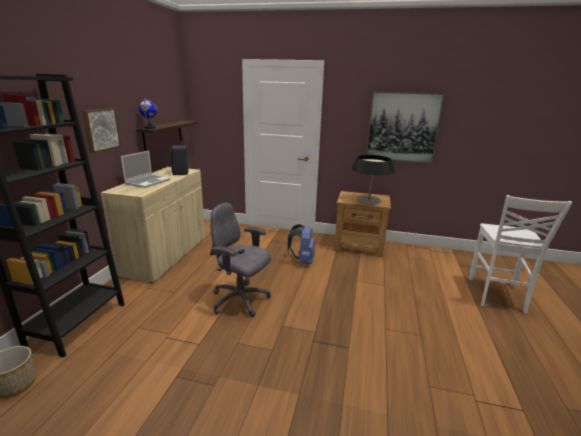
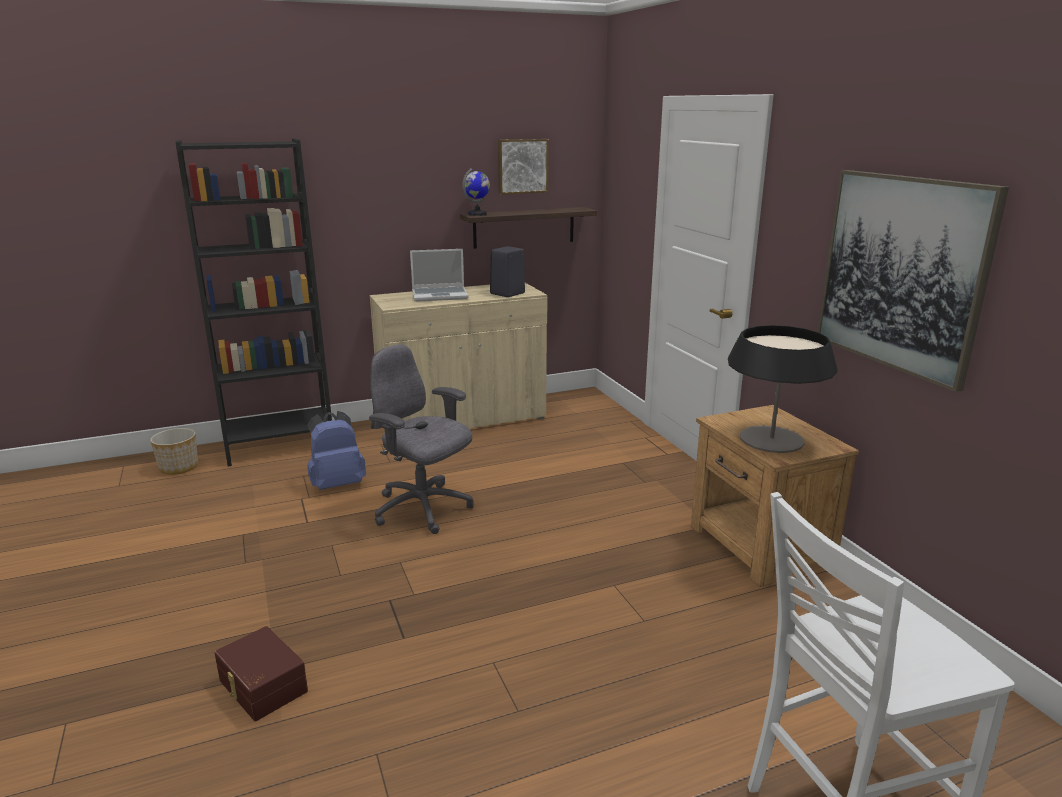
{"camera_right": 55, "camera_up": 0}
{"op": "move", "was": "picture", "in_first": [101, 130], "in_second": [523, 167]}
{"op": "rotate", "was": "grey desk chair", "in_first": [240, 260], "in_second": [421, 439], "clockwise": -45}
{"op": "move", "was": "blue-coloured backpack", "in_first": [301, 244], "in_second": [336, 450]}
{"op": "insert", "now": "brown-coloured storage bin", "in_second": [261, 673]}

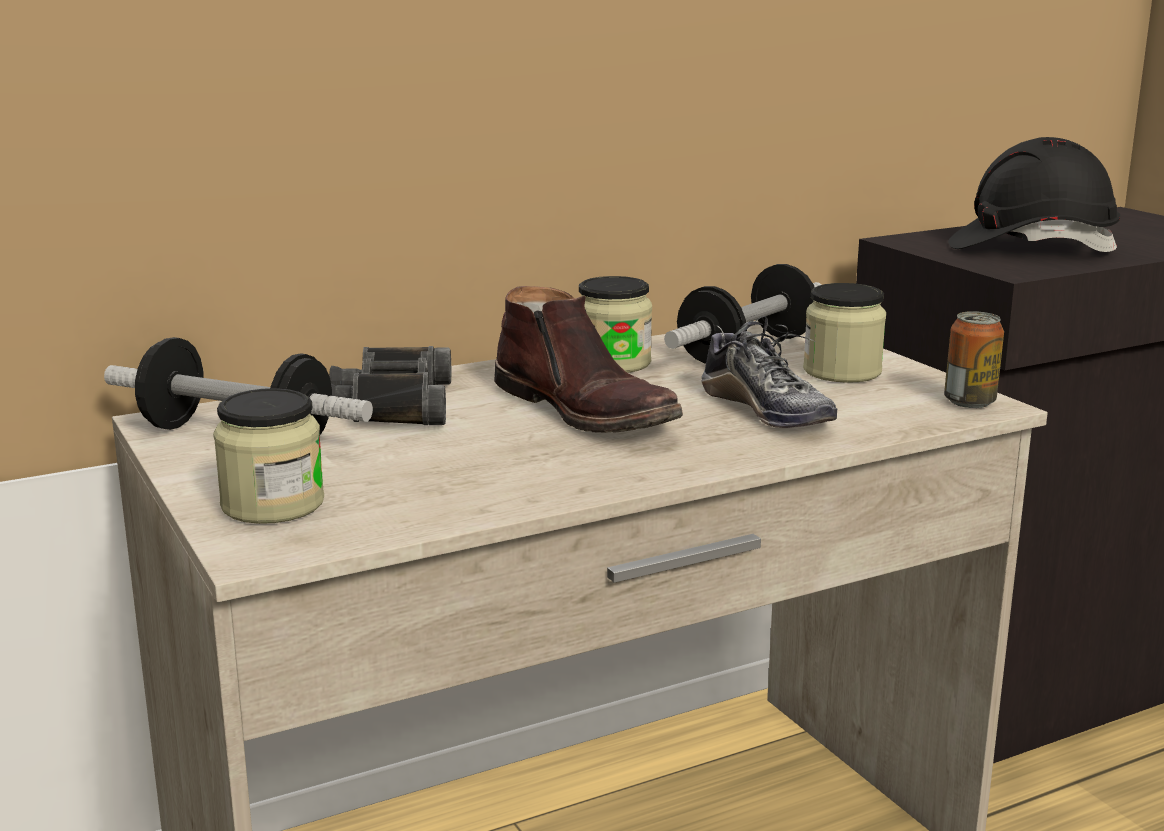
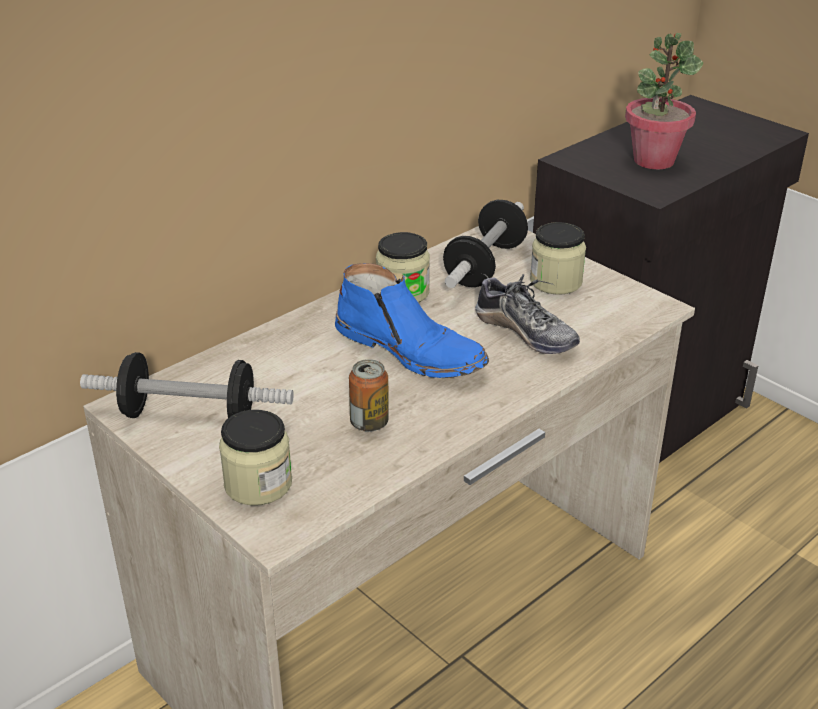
{"camera_right": -15, "camera_up": 15}
{"op": "replace", "was": "black-coloured work helmet", "now": "plant in a pot", "in_first": [1034, 194], "in_second": [664, 101]}
{"op": "recolor", "was": "brown-coloured high-top boot", "now": "blue-coloured high-top boot", "in_first": [588, 359], "in_second": [412, 320]}
{"op": "move", "was": "metal can", "in_first": [974, 359], "in_second": [369, 395]}
{"op": "delete", "was": "black-coloured binoculars", "in_first": [390, 385]}

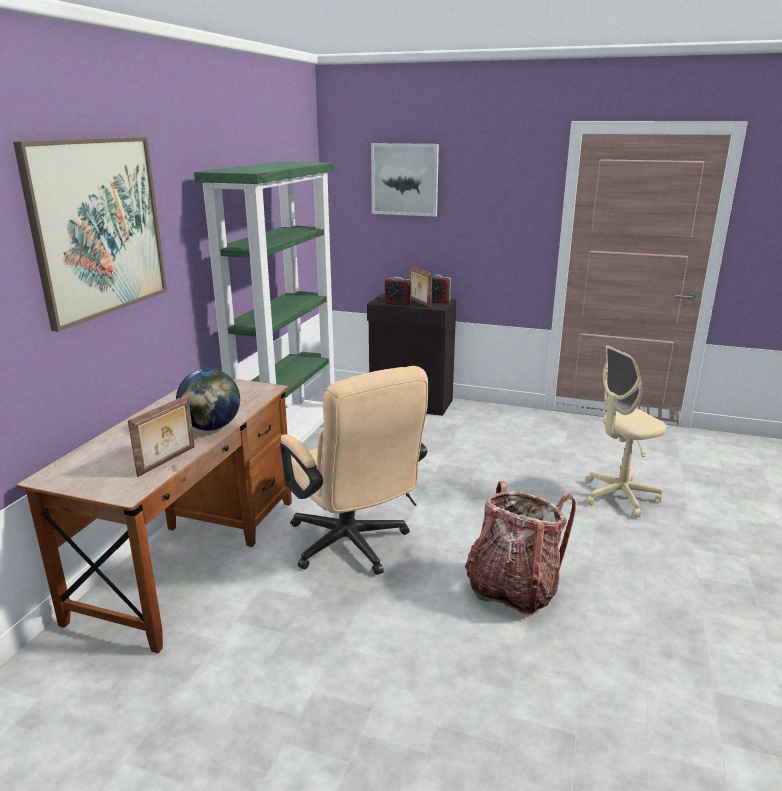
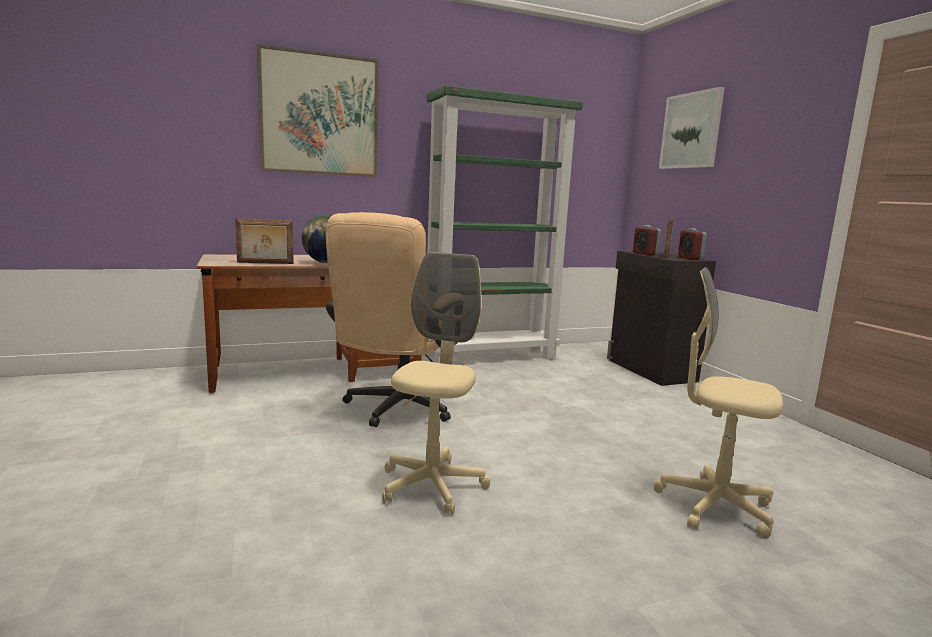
{"camera_right": 50, "camera_up": -10}
{"op": "replace", "was": "backpack", "now": "sand-coloured desk chair", "in_first": [520, 548], "in_second": [436, 383]}

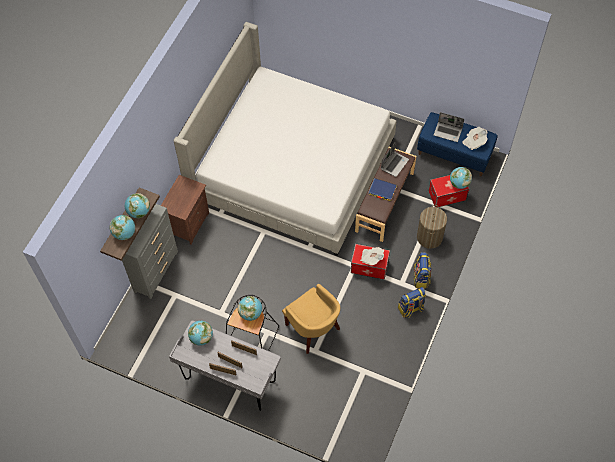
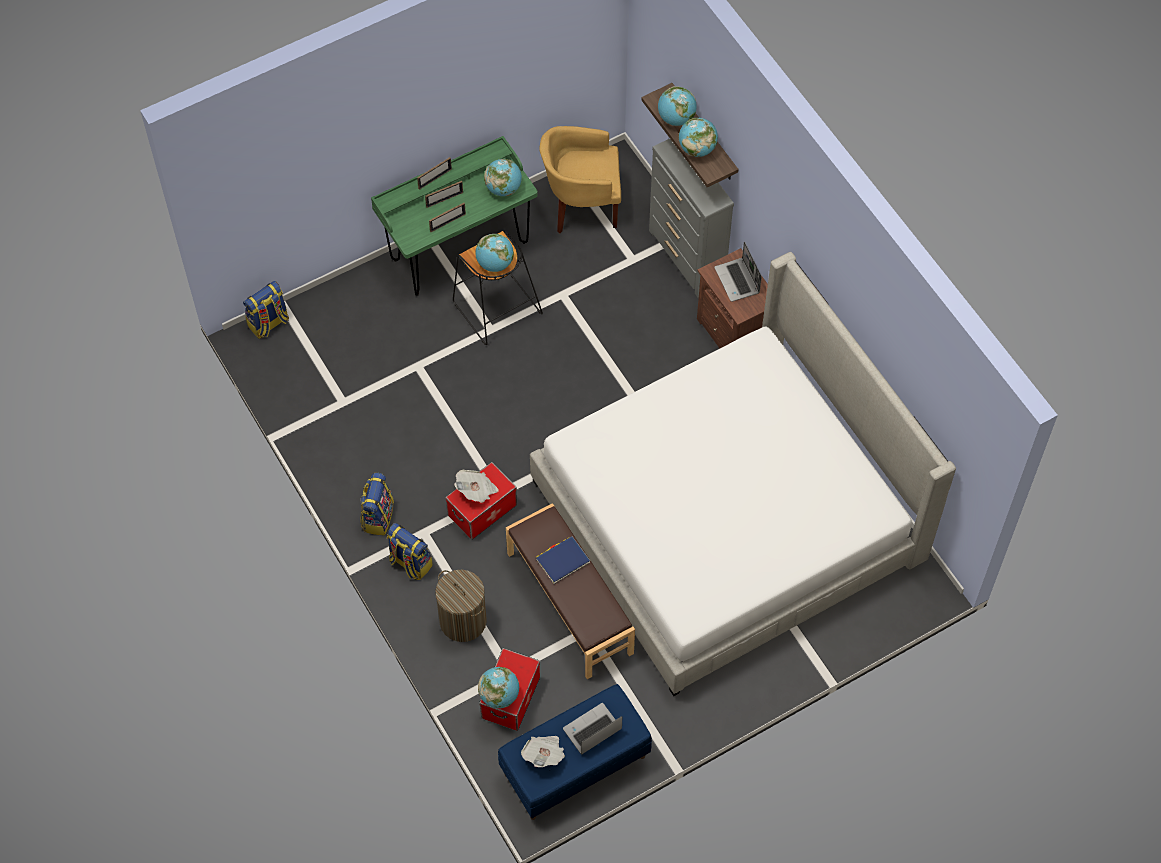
{"camera_right": 125, "camera_up": 0}
{"op": "move", "was": "laptop", "in_first": [395, 160], "in_second": [738, 272]}
{"op": "move", "was": "yellow-coloured lounge chair", "in_first": [311, 319], "in_second": [580, 179]}
{"op": "recolor", "was": "grey desk table", "now": "green desk table", "in_first": [225, 365], "in_second": [454, 216]}
{"op": "insert", "now": "backpack", "in_second": [266, 310]}

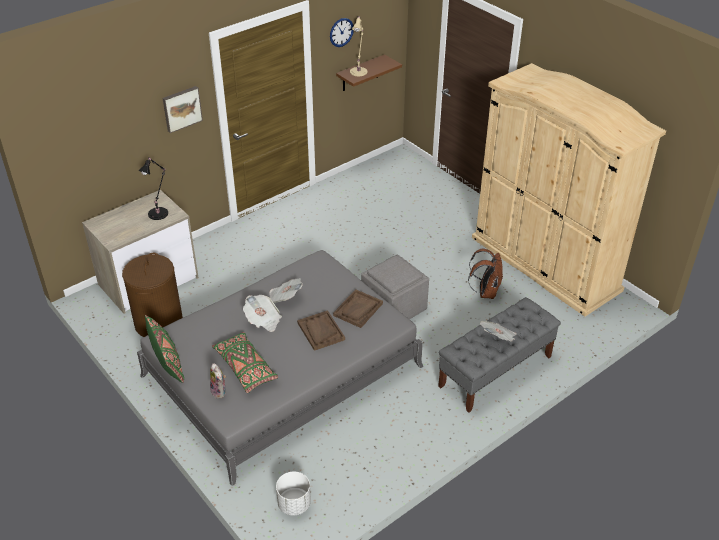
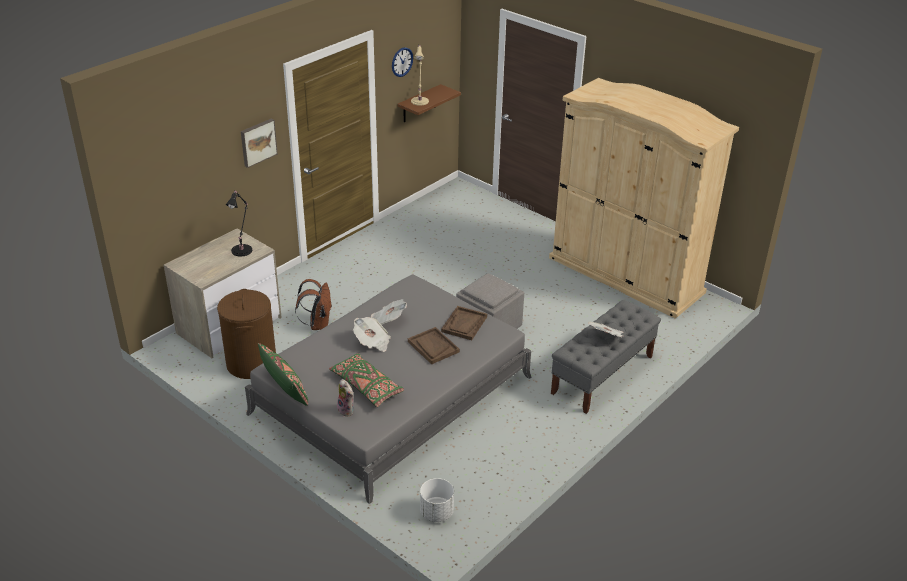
{"camera_right": -10, "camera_up": -5}
{"op": "move", "was": "brown-coloured backpack", "in_first": [485, 274], "in_second": [313, 304]}

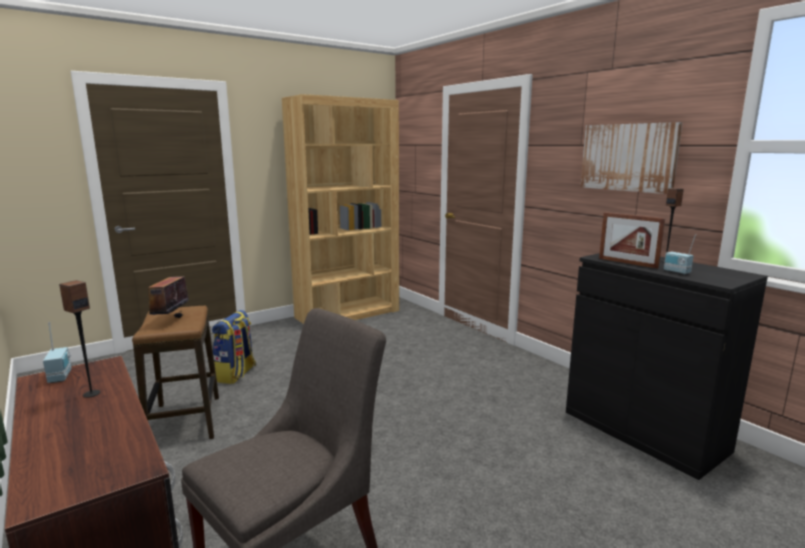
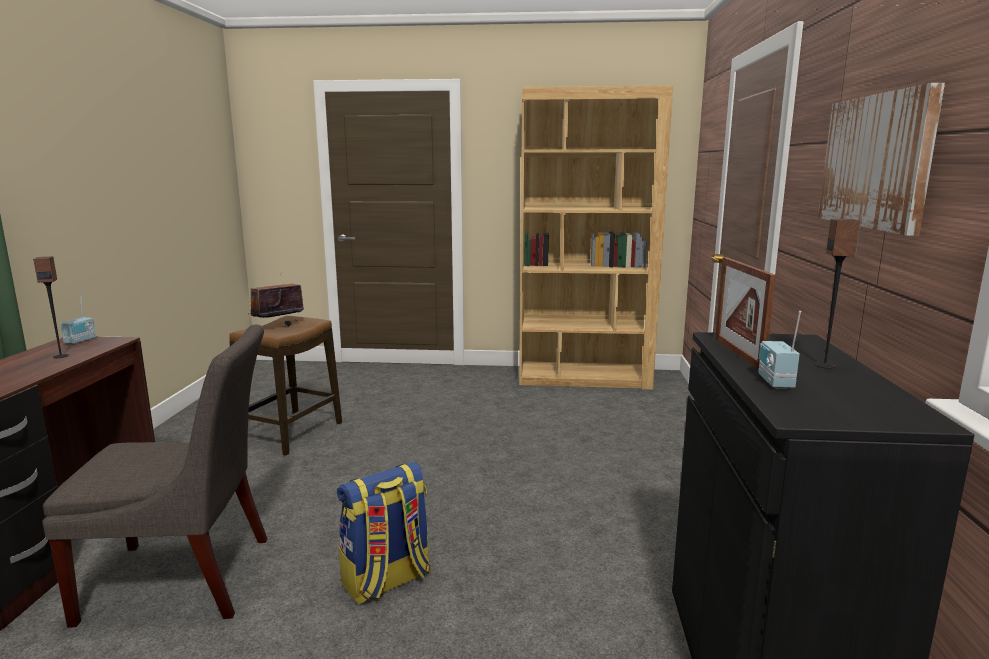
{"camera_right": 40, "camera_up": 0}
{"op": "move", "was": "backpack", "in_first": [234, 347], "in_second": [383, 533]}

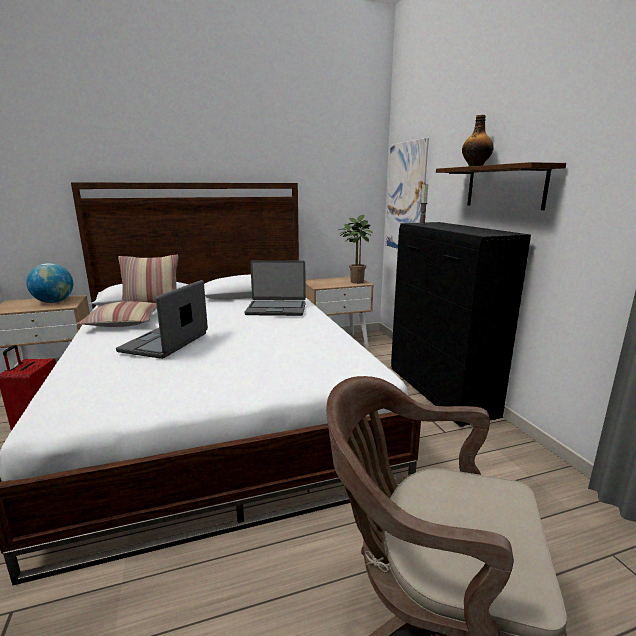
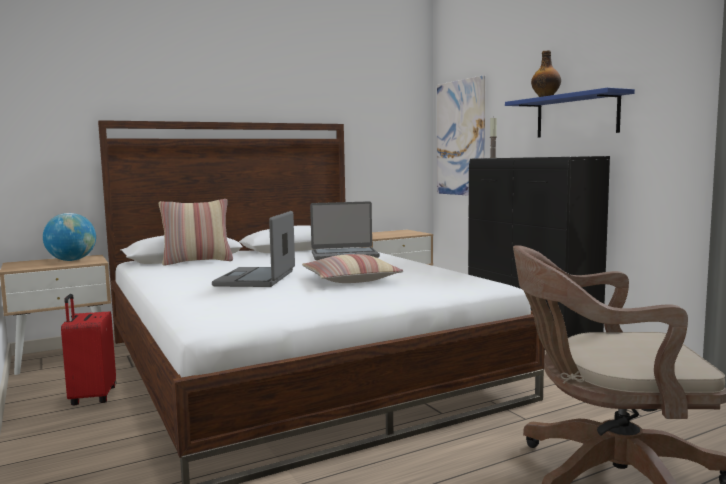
{"camera_right": -10, "camera_up": -10}
{"op": "recolor", "was": "brown-coloured bracket shelf", "now": "blue-coloured bracket shelf", "in_first": [501, 186], "in_second": [570, 113]}
{"op": "delete", "was": "plant in a pot", "in_first": [356, 249]}
{"op": "move", "was": "cushion", "in_first": [116, 314], "in_second": [352, 268]}

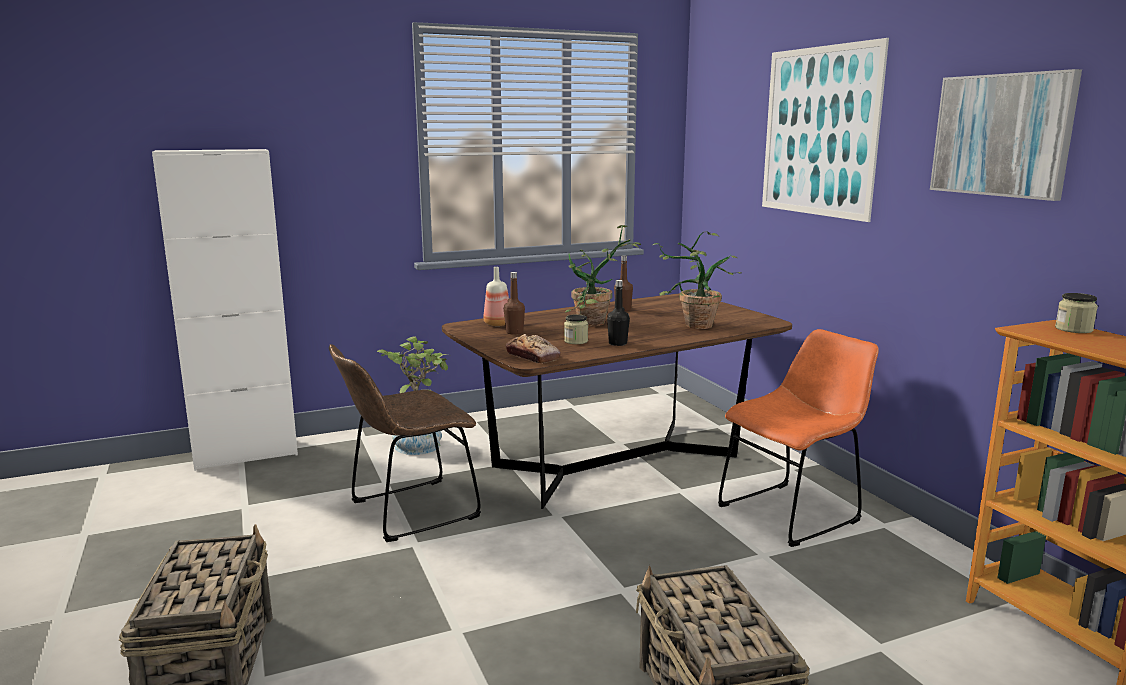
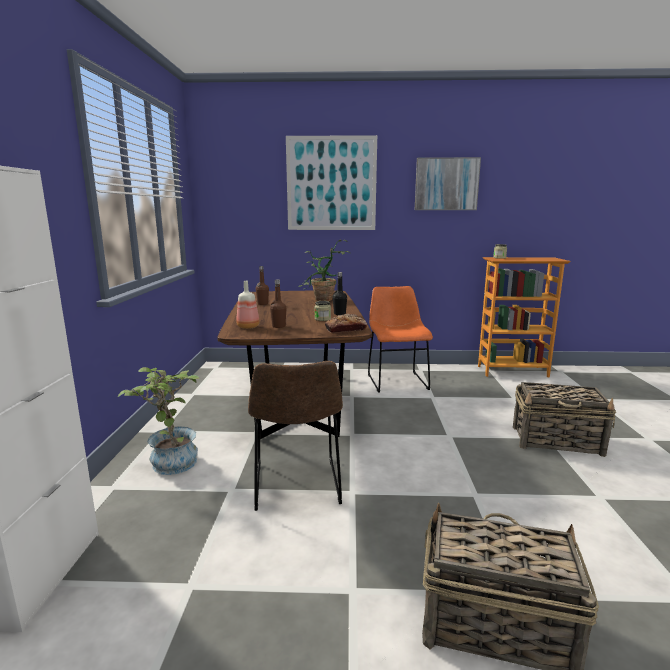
{"camera_right": -65, "camera_up": 0}
{"op": "delete", "was": "plant in a pot", "in_first": [603, 275]}

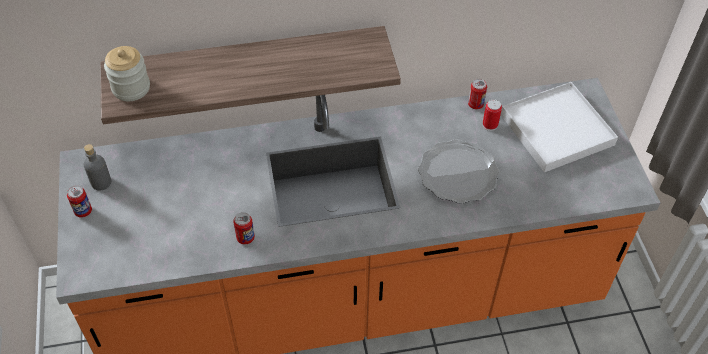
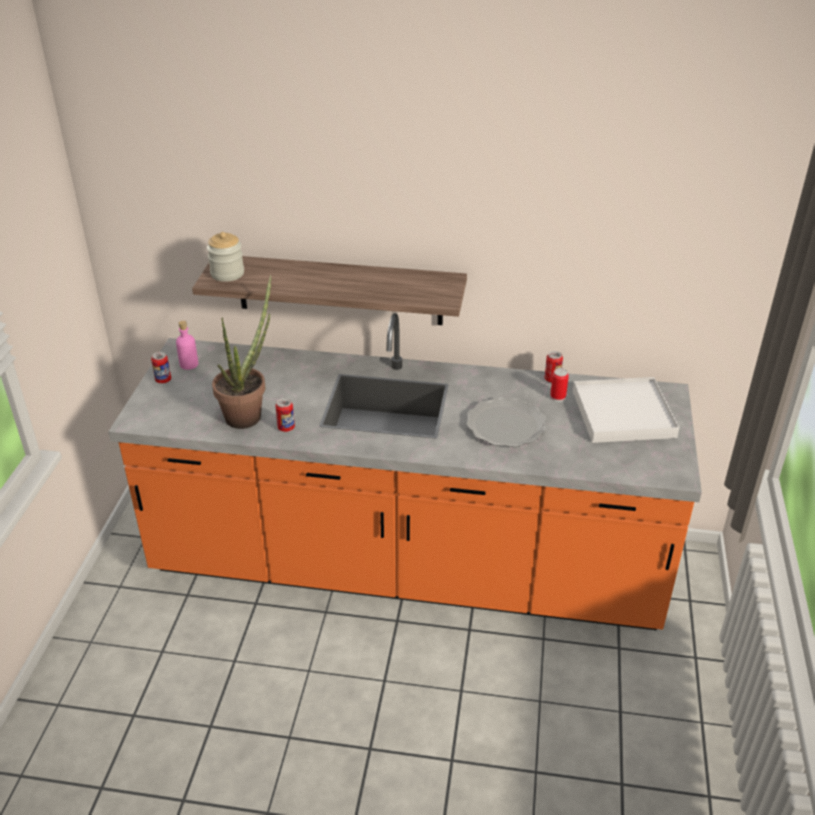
{"camera_right": 20, "camera_up": -15}
{"op": "recolor", "was": "grey drink bottle", "now": "pink drink bottle", "in_first": [97, 167], "in_second": [187, 345]}
{"op": "insert", "now": "plant in a pot", "in_second": [241, 352]}

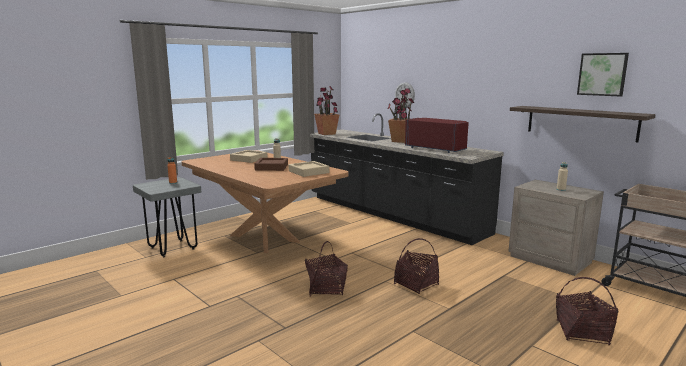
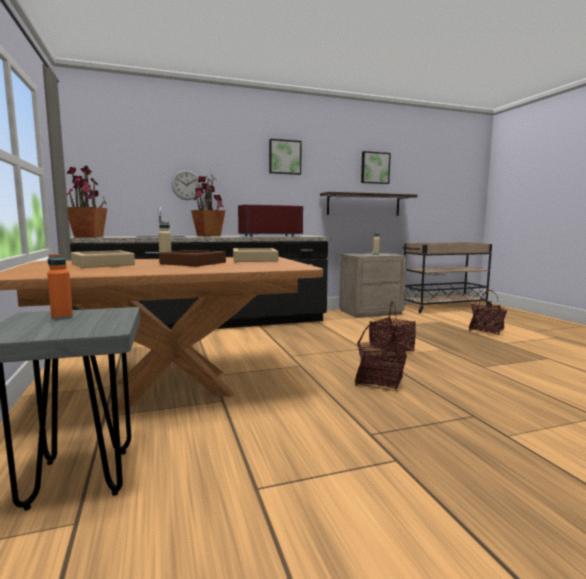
{"camera_right": -65, "camera_up": -5}
{"op": "insert", "now": "picture", "in_second": [285, 157]}

